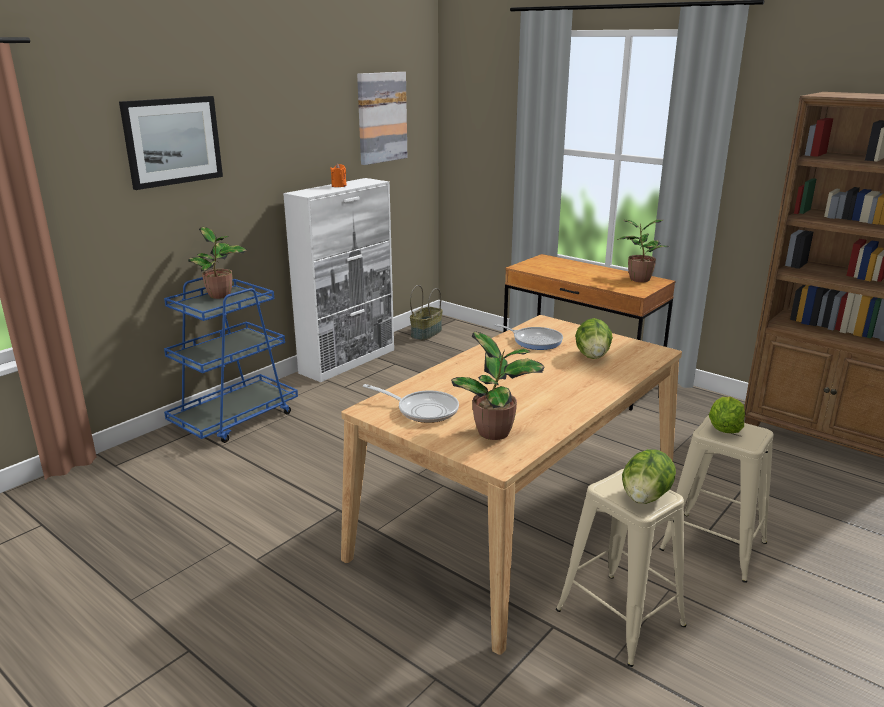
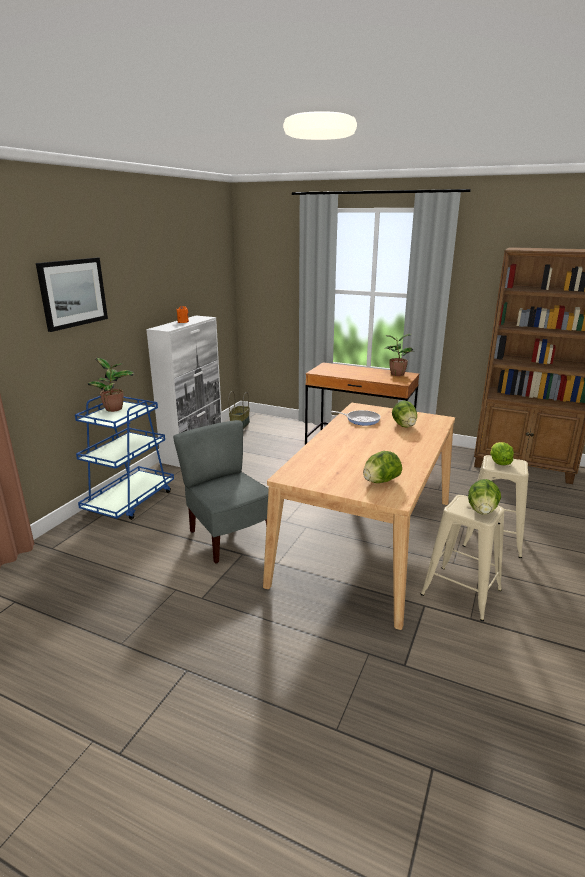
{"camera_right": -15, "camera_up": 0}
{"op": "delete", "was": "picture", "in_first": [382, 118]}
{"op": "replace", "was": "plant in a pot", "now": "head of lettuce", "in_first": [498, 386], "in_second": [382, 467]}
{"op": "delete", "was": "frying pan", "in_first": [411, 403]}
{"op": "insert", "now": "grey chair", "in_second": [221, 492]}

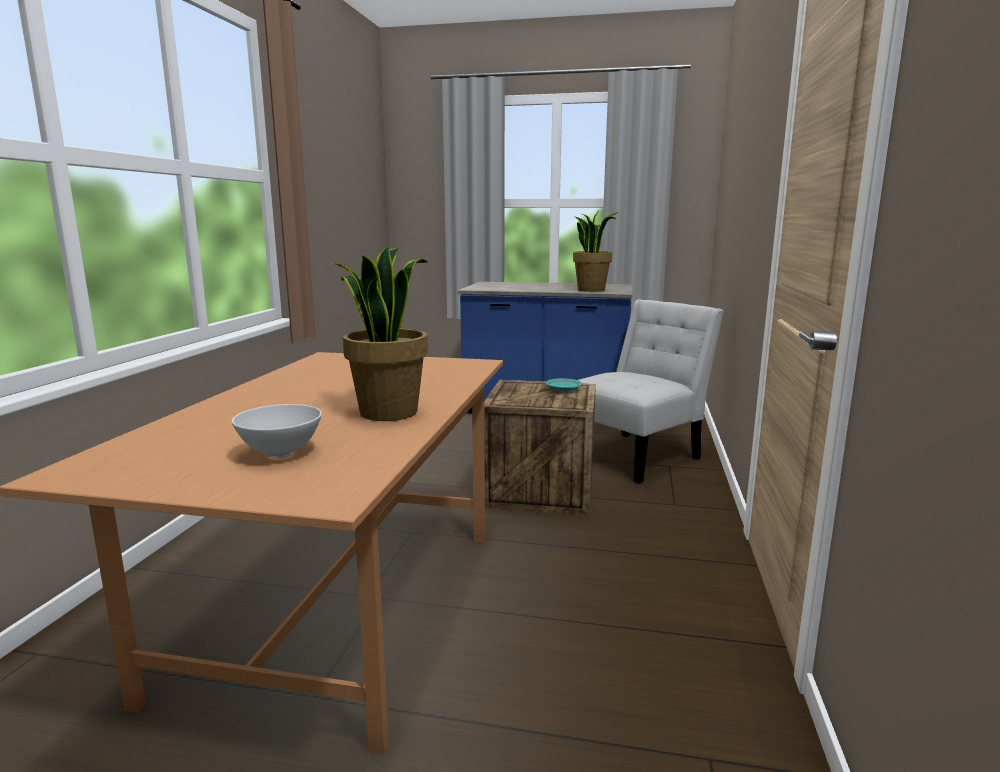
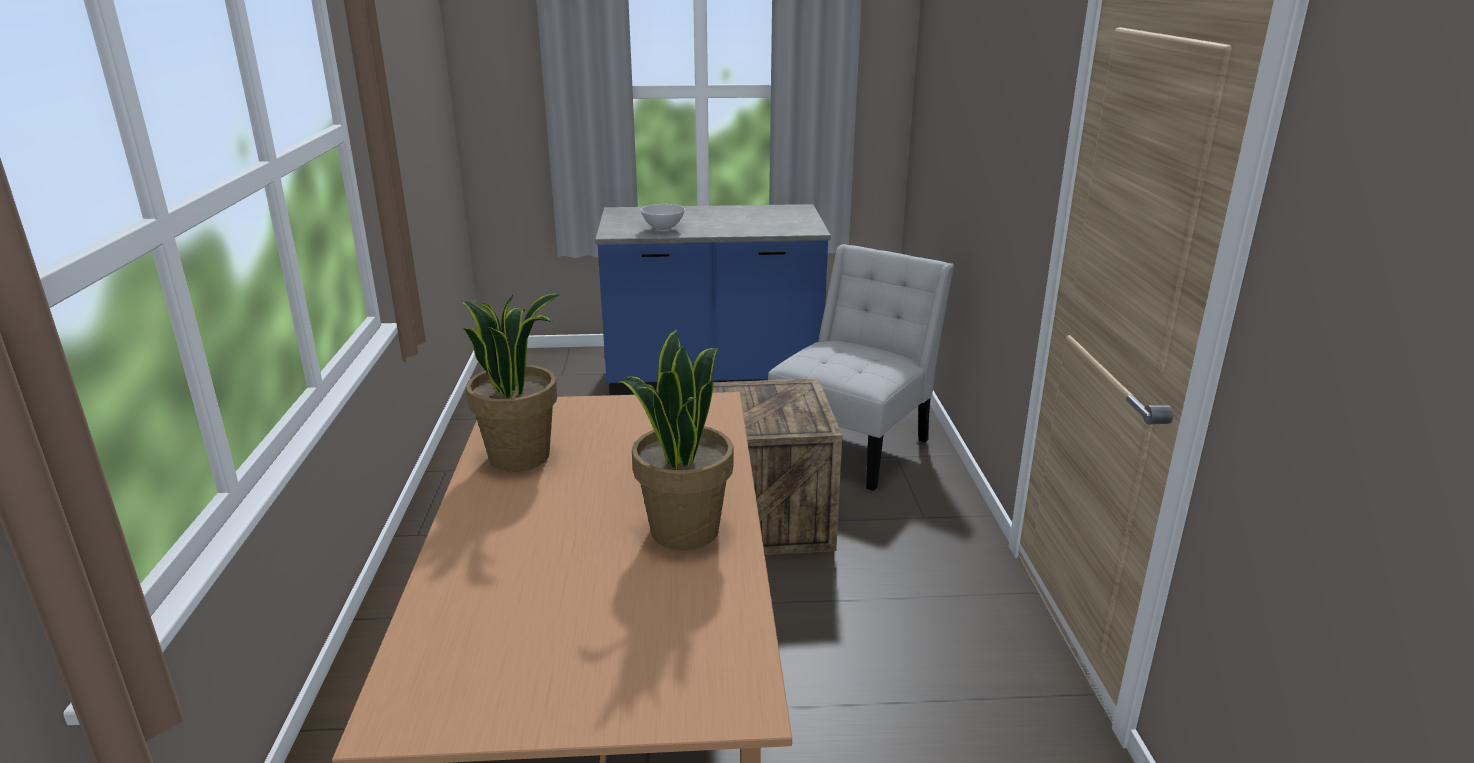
{"camera_right": -15, "camera_up": 10}
{"op": "move", "was": "plant in a pot", "in_first": [595, 251], "in_second": [510, 382]}
{"op": "delete", "was": "turquoise plate", "in_first": [564, 385]}
{"op": "move", "was": "white-coloured serving bowl", "in_first": [277, 431], "in_second": [662, 217]}

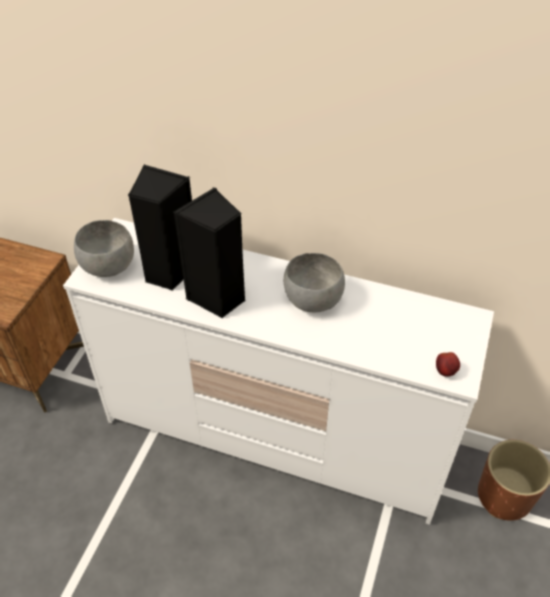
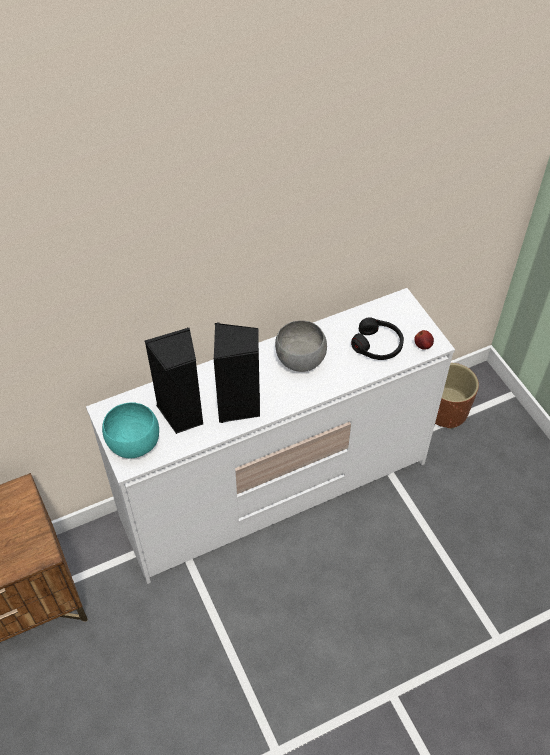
{"camera_right": -45, "camera_up": 5}
{"op": "recolor", "was": "grey serving bowl", "now": "turquoise serving bowl", "in_first": [104, 248], "in_second": [130, 430]}
{"op": "insert", "now": "black-coloured headset", "in_second": [377, 338]}

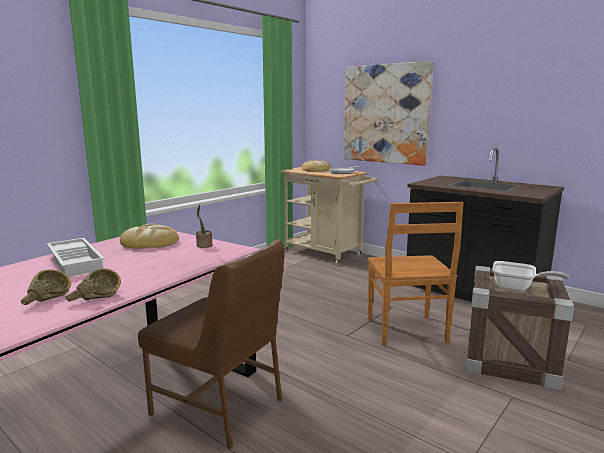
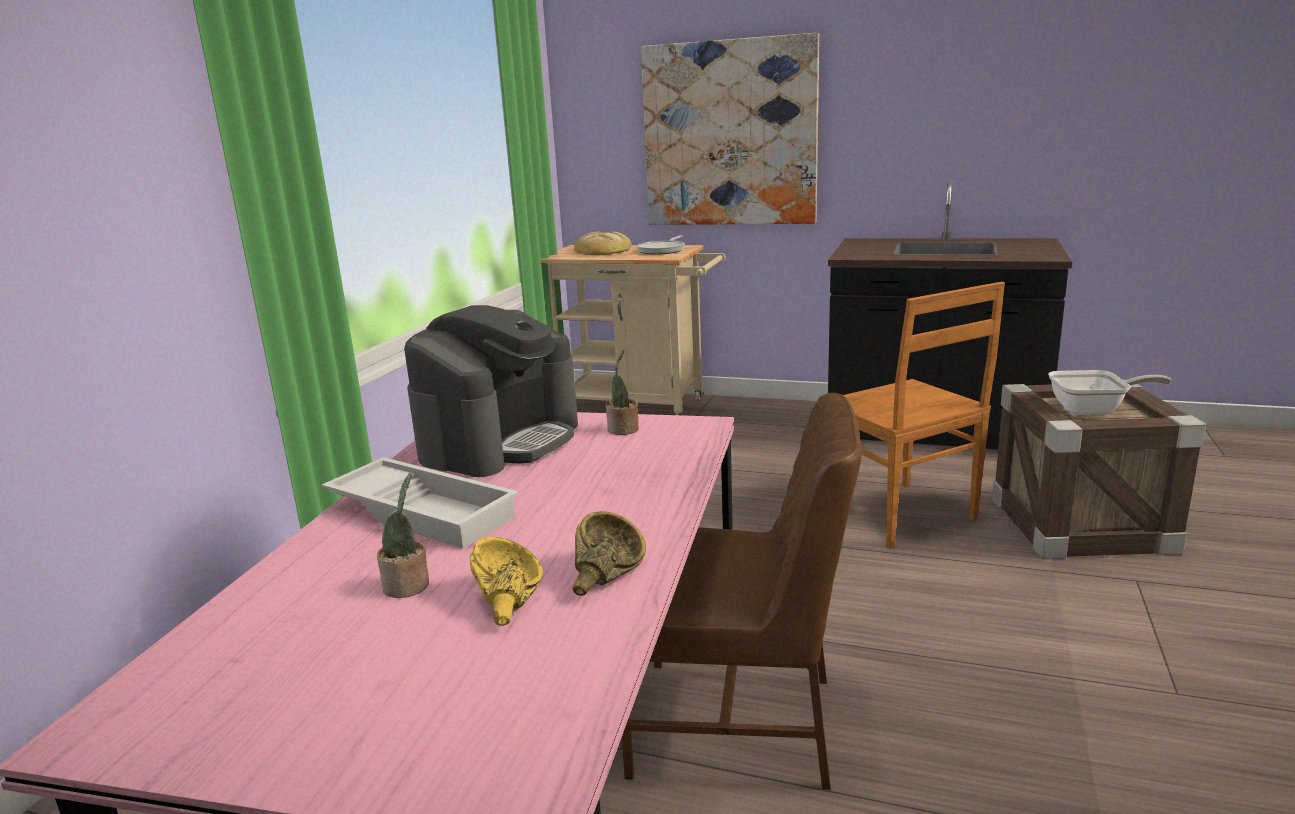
{"camera_right": -20, "camera_up": 5}
{"op": "replace", "was": "bread", "now": "coffee machine", "in_first": [149, 236], "in_second": [491, 391]}
{"op": "recolor", "was": "brown-coloured serving bowl", "now": "yellow-coloured serving bowl", "in_first": [46, 287], "in_second": [506, 581]}
{"op": "insert", "now": "plant in a pot", "in_second": [403, 535]}

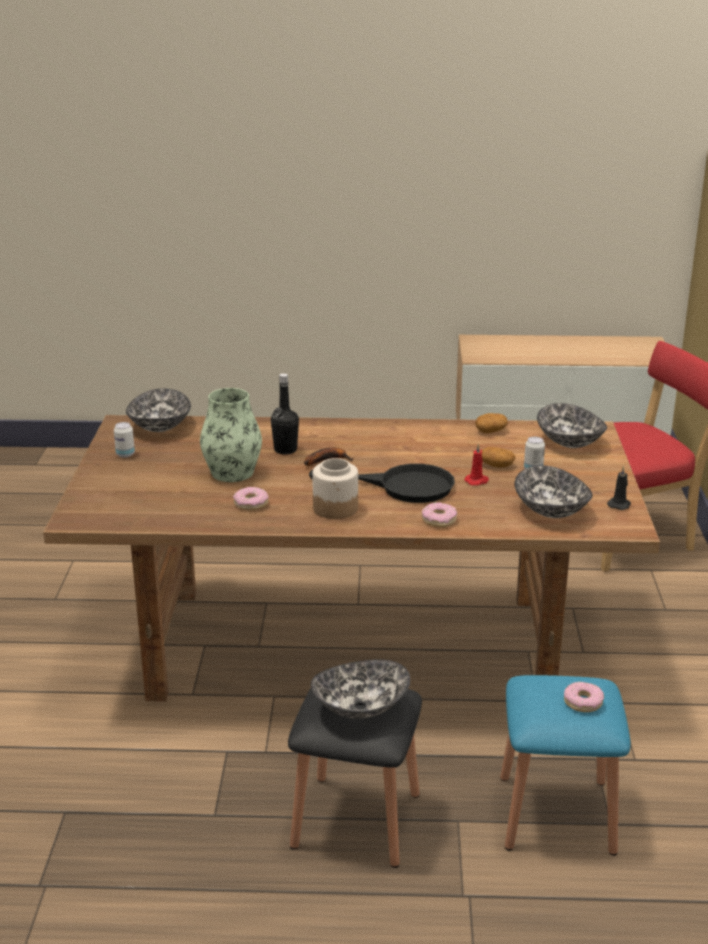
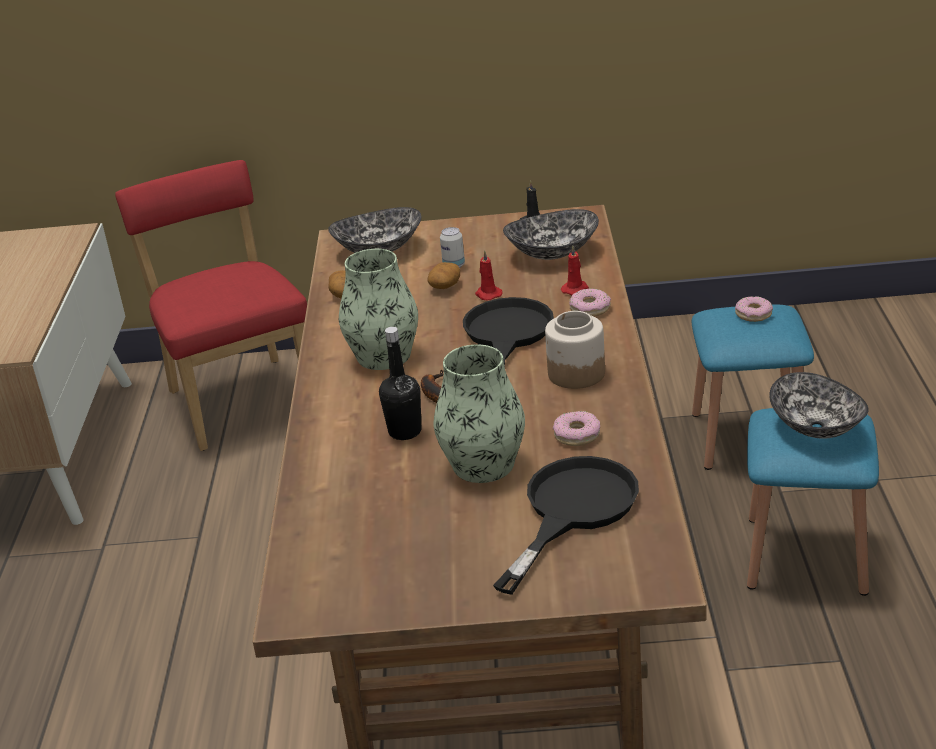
{"camera_right": -90, "camera_up": 5}
{"op": "delete", "was": "serving bowl", "in_first": [158, 410]}
{"op": "delete", "was": "metal can", "in_first": [124, 440]}
{"op": "recolor", "was": "black-coloured stool seat", "now": "blue-coloured stool seat", "in_first": [355, 778], "in_second": [813, 502]}
{"op": "insert", "now": "red-coloured wax light", "in_second": [575, 270]}
{"op": "insert", "now": "decorative vase", "in_second": [378, 309]}
{"op": "insert", "now": "black-coloured frying pan", "in_second": [566, 525]}

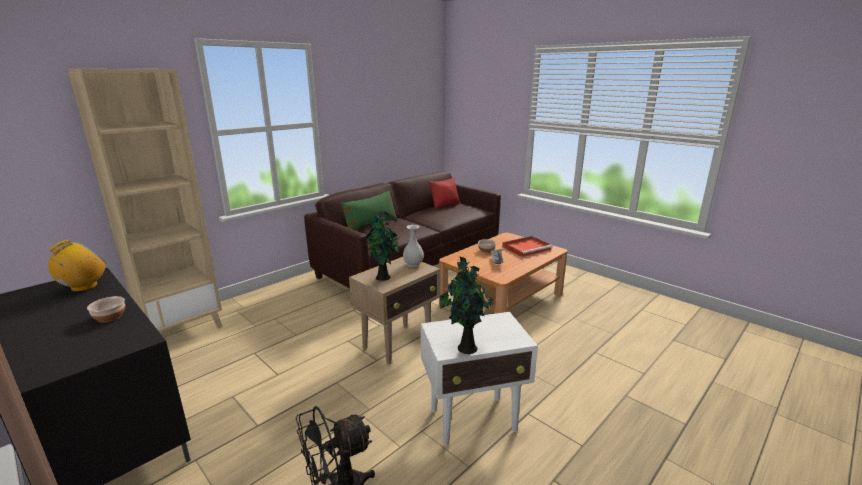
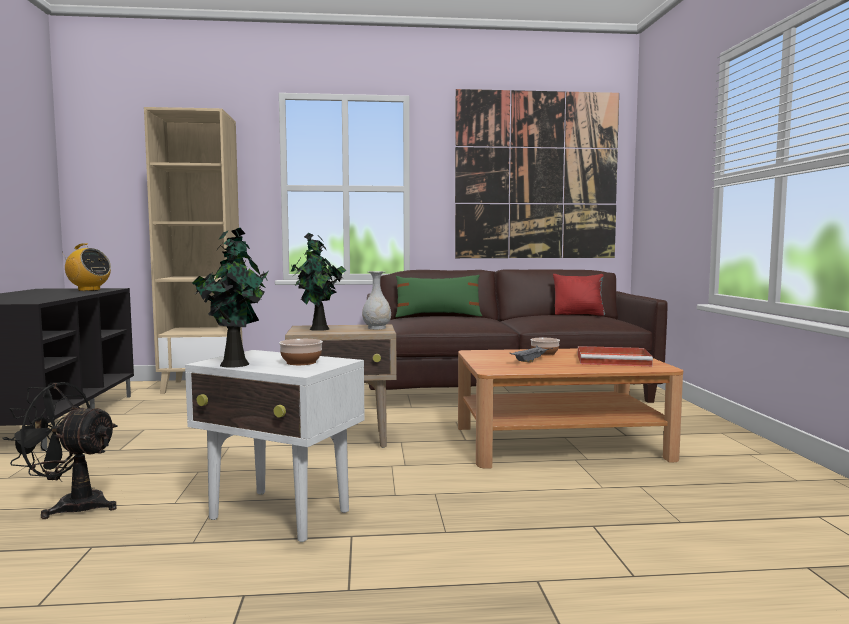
{"camera_right": 40, "camera_up": -15}
{"op": "rotate", "was": "radio set", "in_first": [77, 266], "in_second": [87, 267], "clockwise": 45}
{"op": "move", "was": "serving bowl", "in_first": [106, 309], "in_second": [301, 352]}
{"op": "insert", "now": "picture", "in_second": [537, 173]}

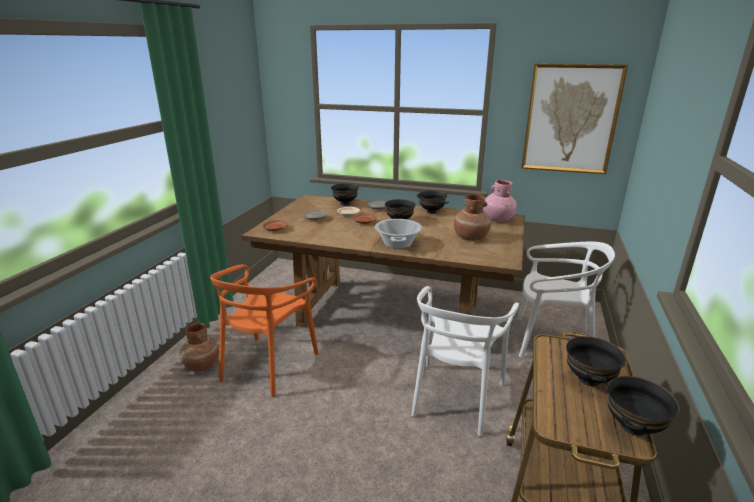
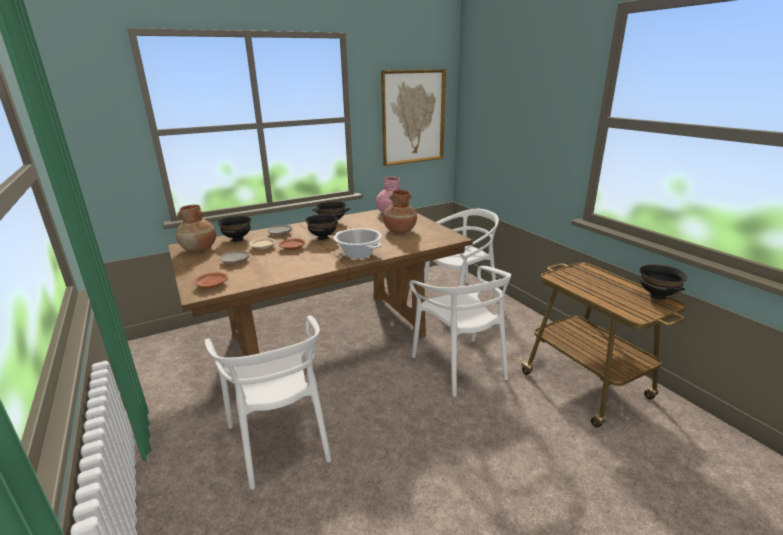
{"camera_right": -45, "camera_up": 0}
{"op": "recolor", "was": "orange chair", "now": "white-coloured chair", "in_first": [264, 330], "in_second": [268, 402]}
{"op": "move", "was": "brown-coloured decorative vase", "in_first": [199, 347], "in_second": [196, 228]}
{"op": "delete", "was": "black-coloured serving bowl", "in_first": [596, 361]}

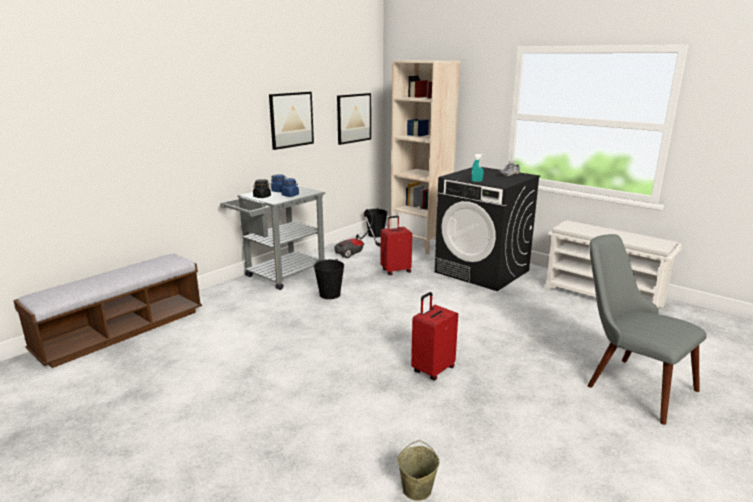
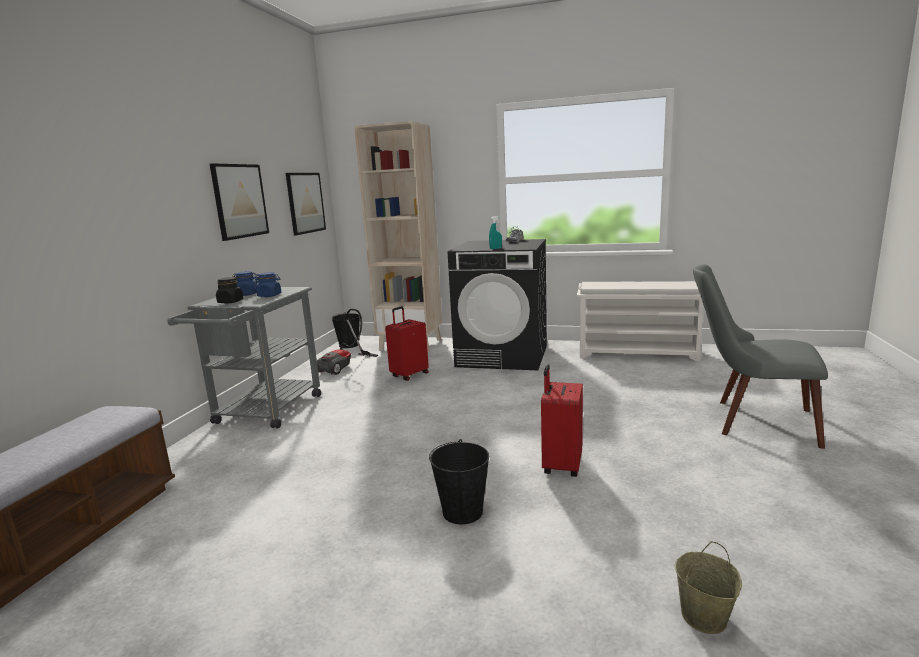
{"camera_right": -25, "camera_up": -5}
{"op": "move", "was": "black-coloured bucket", "in_first": [328, 279], "in_second": [459, 481]}

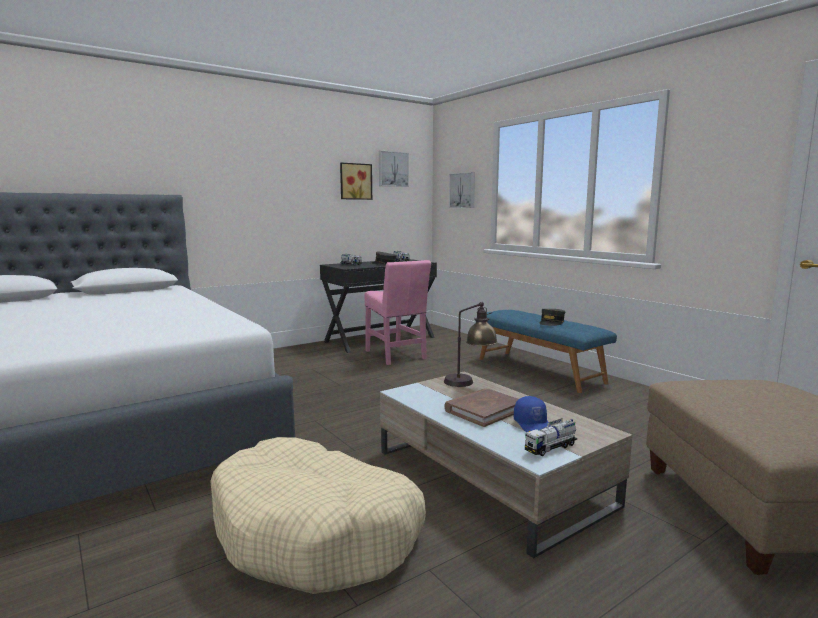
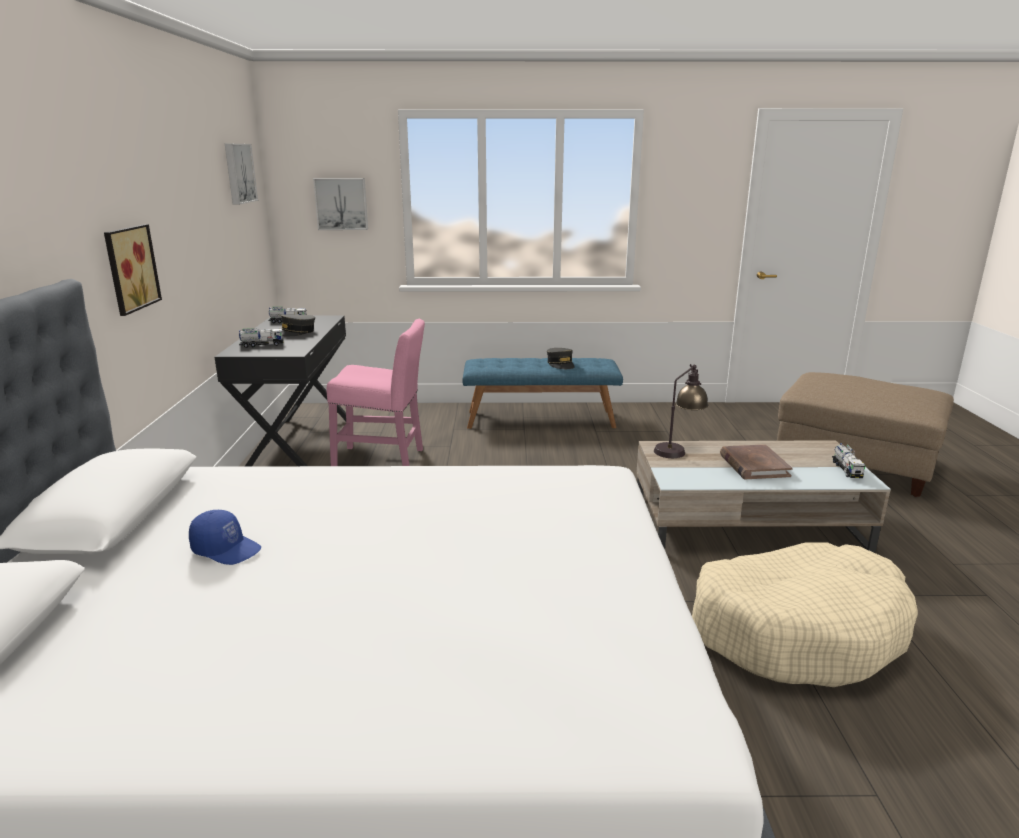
{"camera_right": -55, "camera_up": 10}
{"op": "move", "was": "picture", "in_first": [356, 181], "in_second": [133, 270]}
{"op": "move", "was": "blue-coloured baseball cap", "in_first": [532, 414], "in_second": [225, 537]}

